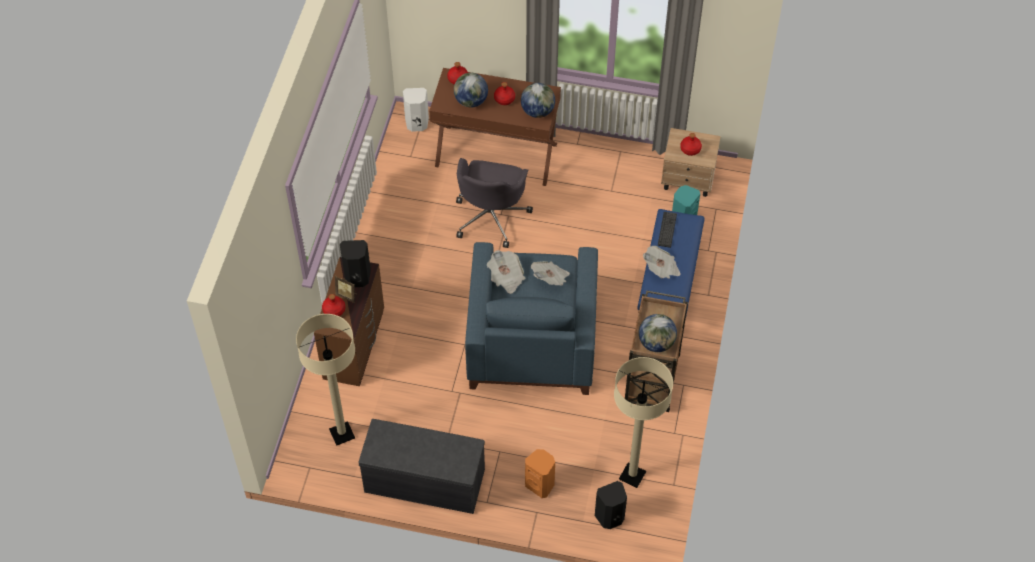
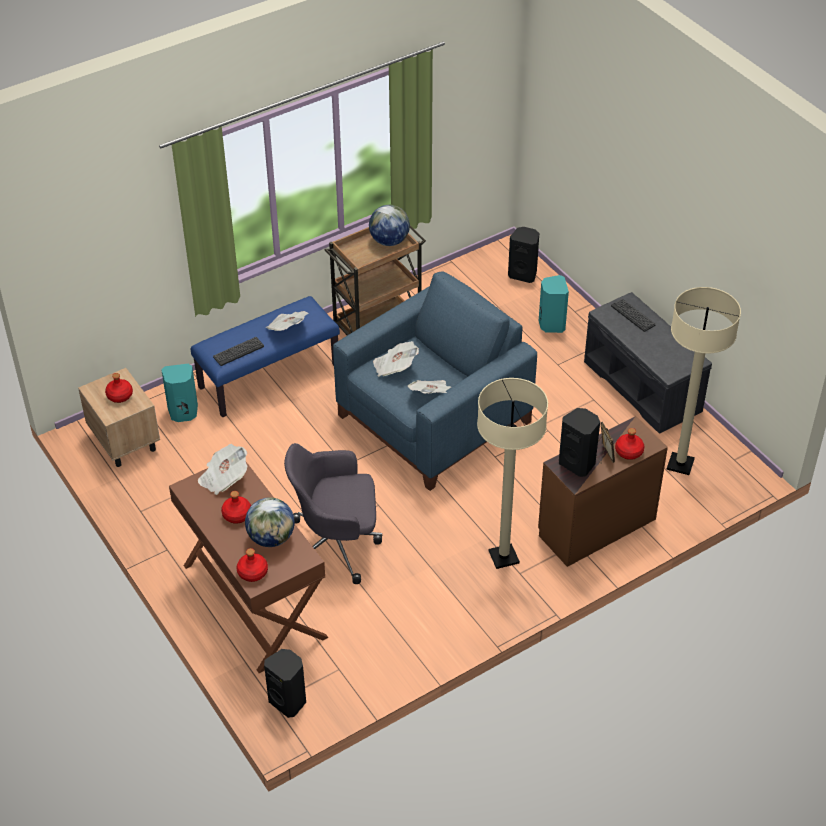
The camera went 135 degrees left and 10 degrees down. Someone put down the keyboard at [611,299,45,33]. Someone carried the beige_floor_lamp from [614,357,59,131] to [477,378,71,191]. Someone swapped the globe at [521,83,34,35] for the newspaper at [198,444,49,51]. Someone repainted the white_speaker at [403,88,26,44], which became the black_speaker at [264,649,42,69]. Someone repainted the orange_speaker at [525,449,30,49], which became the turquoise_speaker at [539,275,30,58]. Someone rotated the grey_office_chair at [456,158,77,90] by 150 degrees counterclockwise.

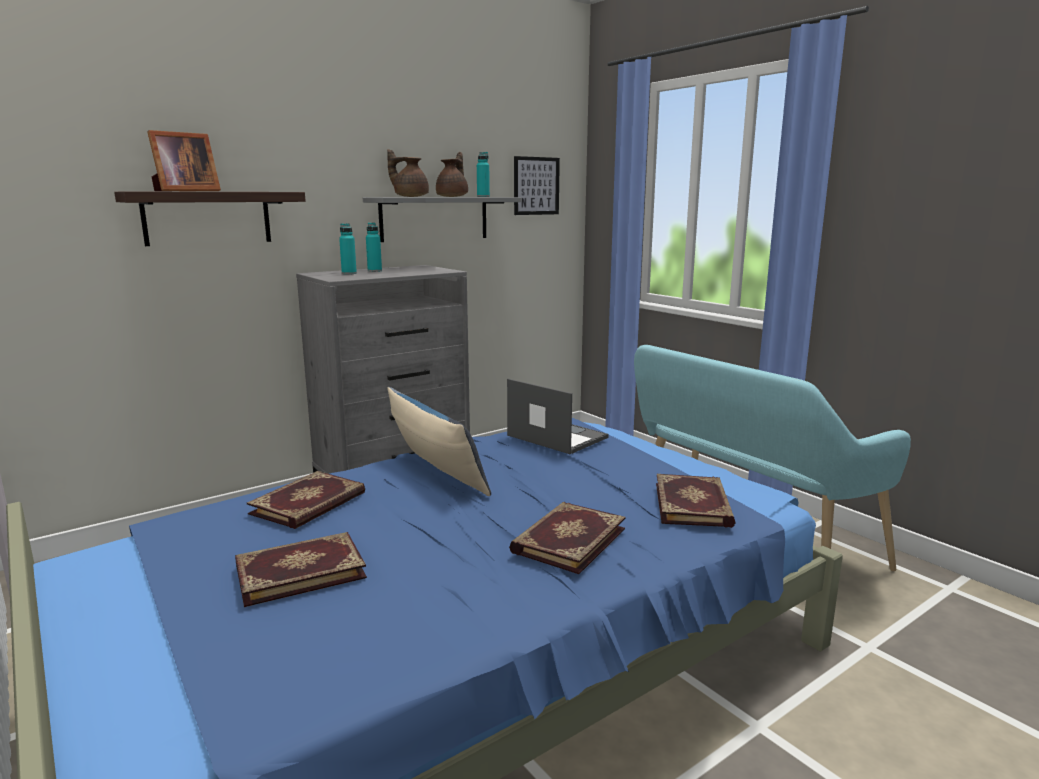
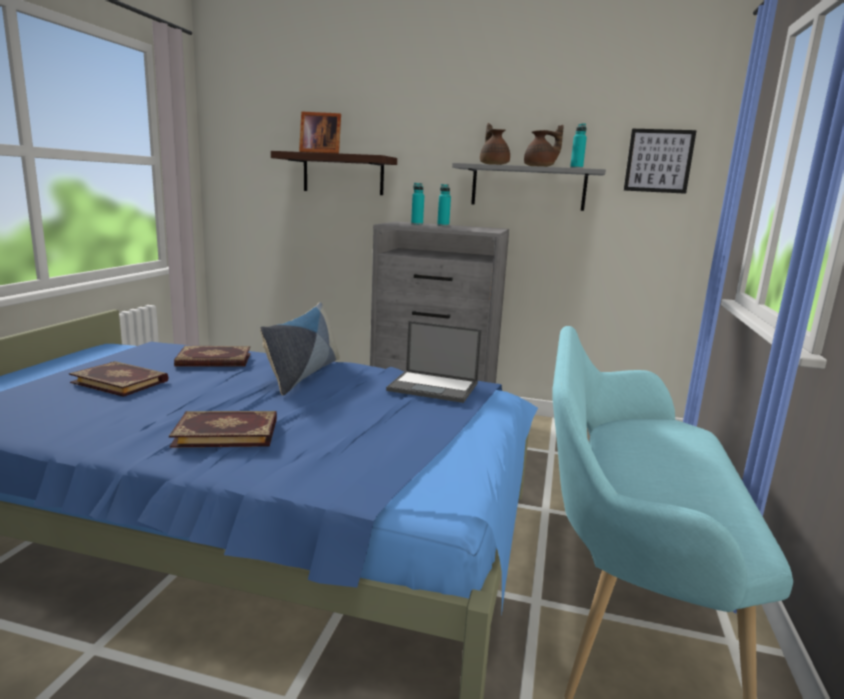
The camera went 50 degrees right and 0 degrees up. Someone took away the book at [656,474,80,54]. Someone rotated the laptop at [507,379,101,75] by 105 degrees clockwise.

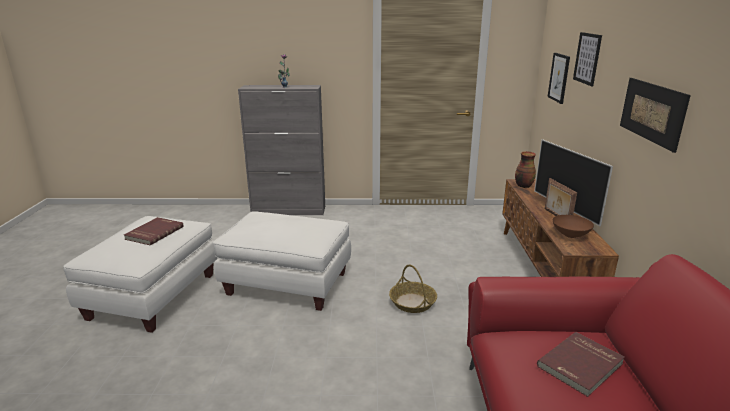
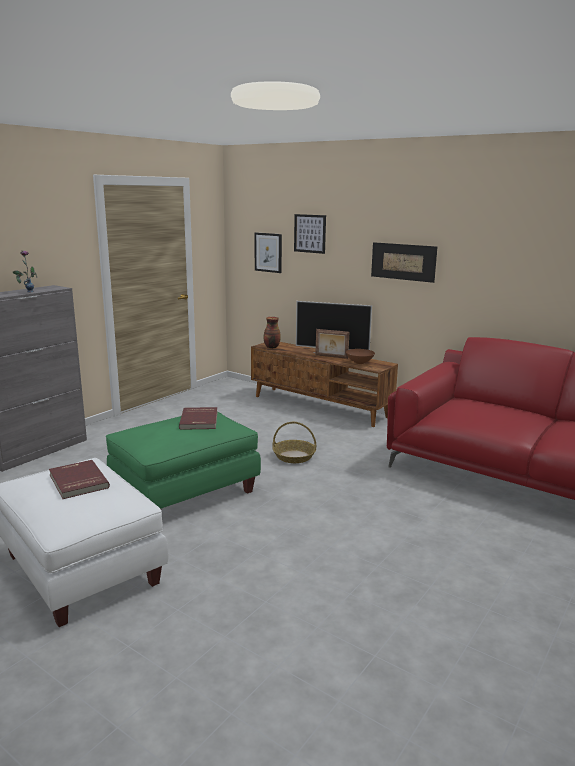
The camera went 55 degrees left and 5 degrees down. Someone carried the red_book from [537,332,88,65] to [179,407,39,23]. Someone repainted the white_ottoman at [213,211,138,100], which became the green_ottoman at [106,411,155,98].

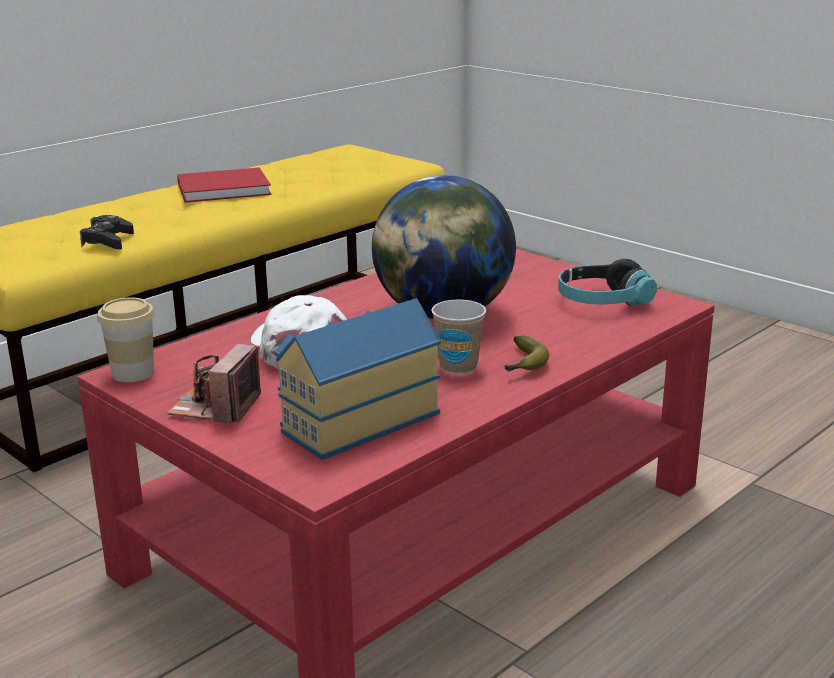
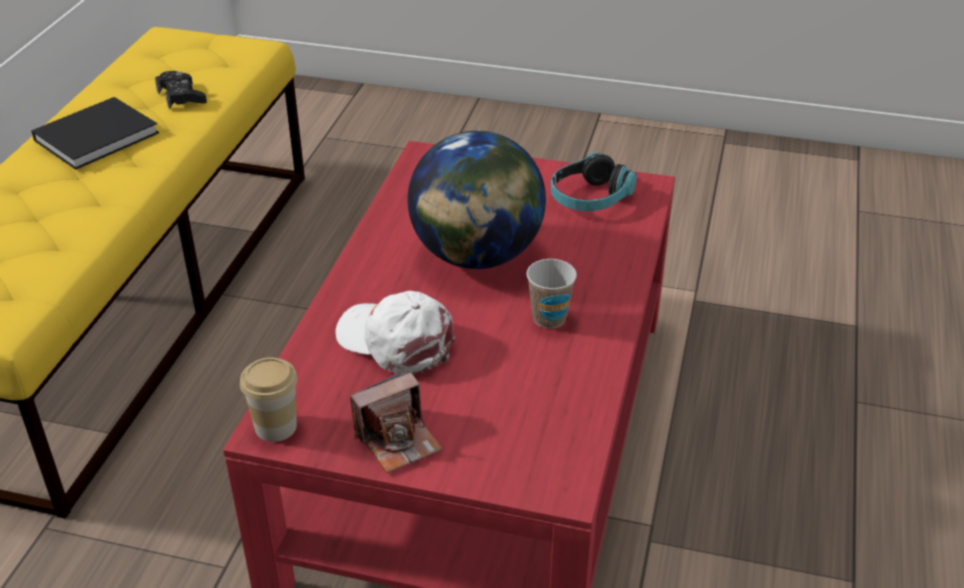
The camera went 30 degrees left and 15 degrees up. Someone took away the toy_house at [275,298,166,162]. Someone took away the banana at [505,336,44,36]. Someone carried the black_game_controller from [80,215,54,34] to [155,71,52,38]. Someone repainted the red_book at [177,167,94,36], which became the black_book at [31,97,128,73]. Someone rotated the photo_camera at [167,344,94,79] by 105 degrees counterclockwise.

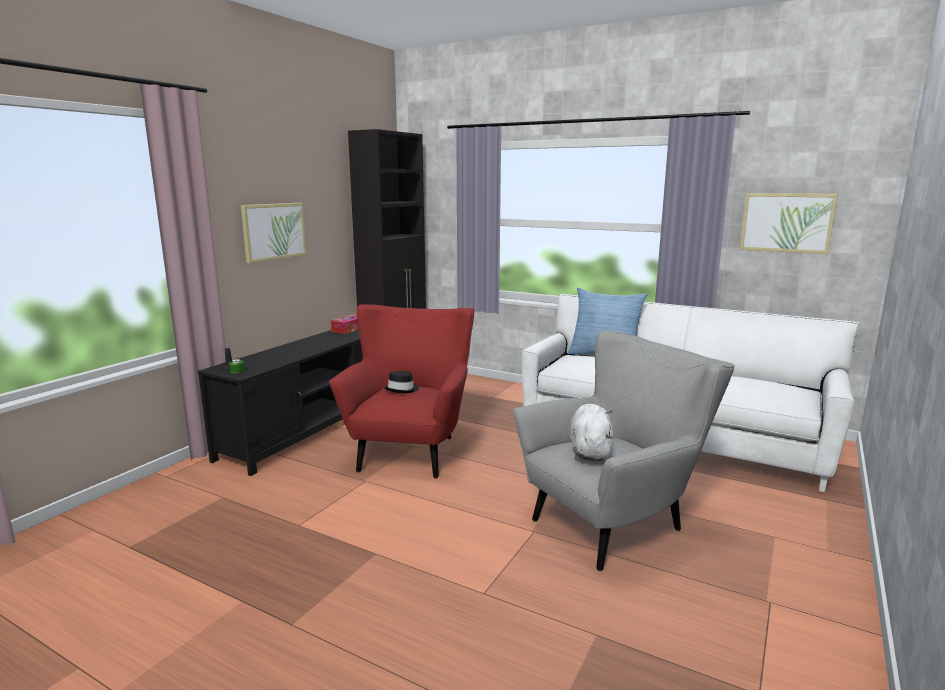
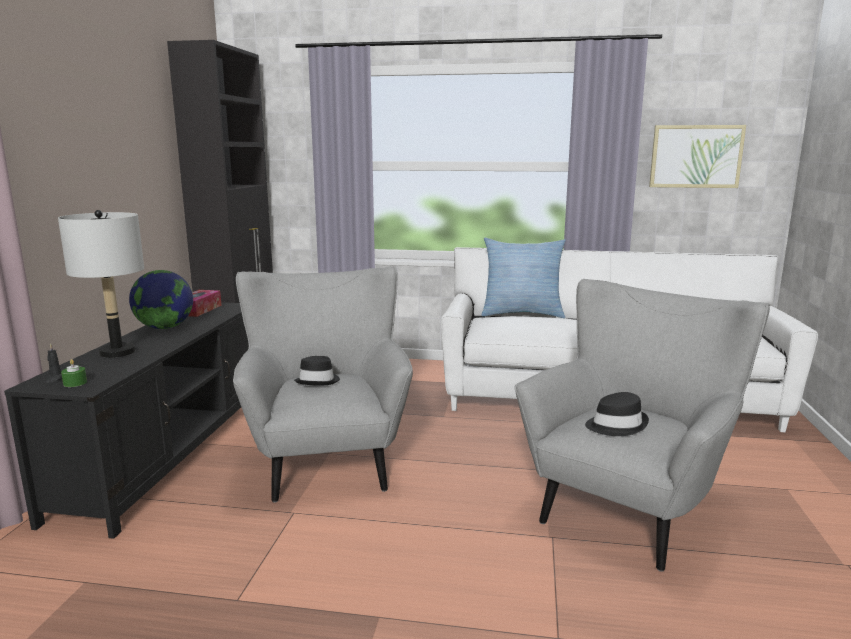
The camera went 20 degrees left and 0 degrees up. Someone took away the picture at [241,203,65,60]. Someone put down the grey_table_lamp at [58,210,86,148]. Someone put down the globe at [129,270,64,59]. Someone swapped the white_plush_toy at [569,404,44,57] for the black_hat at [585,392,64,44]. Someone repainted the red_armchair at [329,304,145,175], which became the grey_armchair at [233,266,180,237].

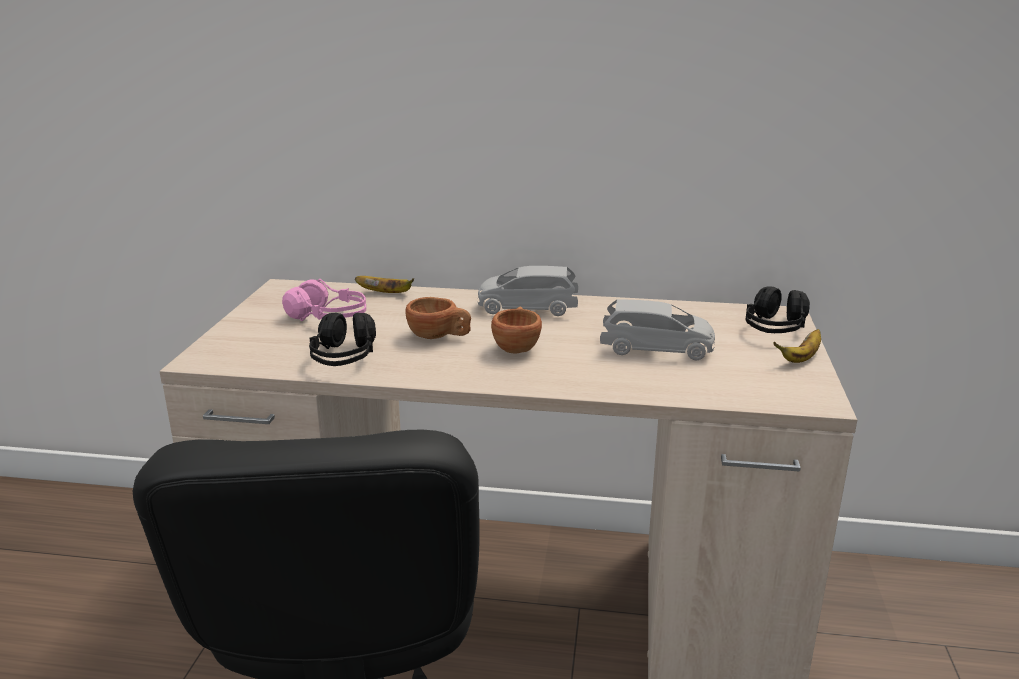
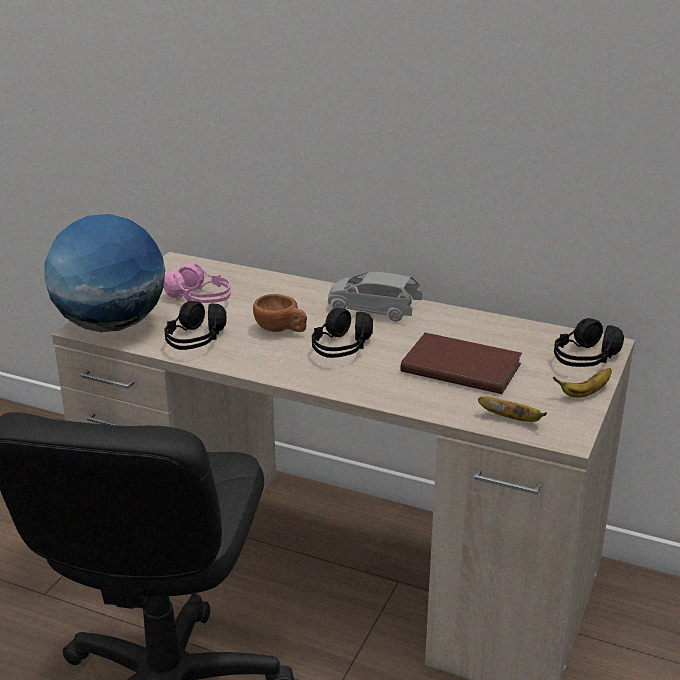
The camera went 15 degrees right and 5 degrees up. Someone put down the globe at [44,214,121,118]. Someone carried the banana from [355,276,59,17] to [478,397,69,25]. Someone swapped the brown_cup at [491,307,51,46] for the black_headphones at [312,308,61,50]. Someone swapped the grey_toy_car at [600,299,115,61] for the brown_book at [401,333,121,61].

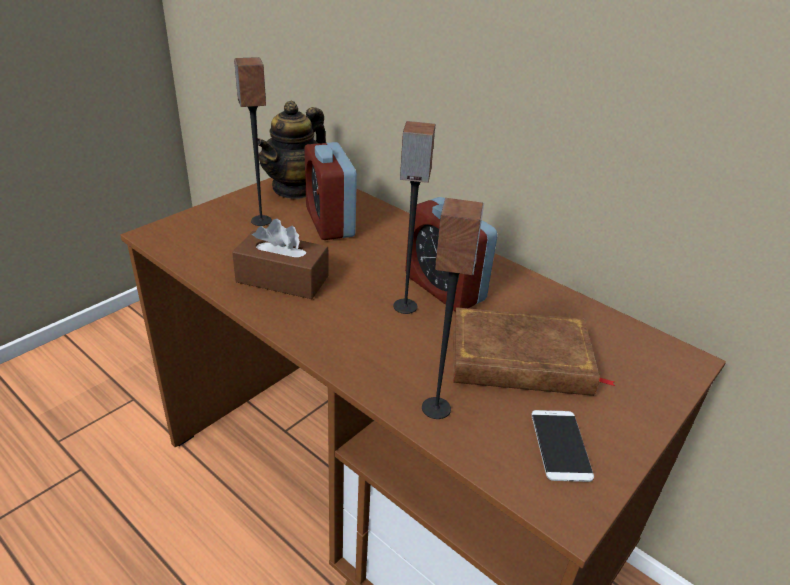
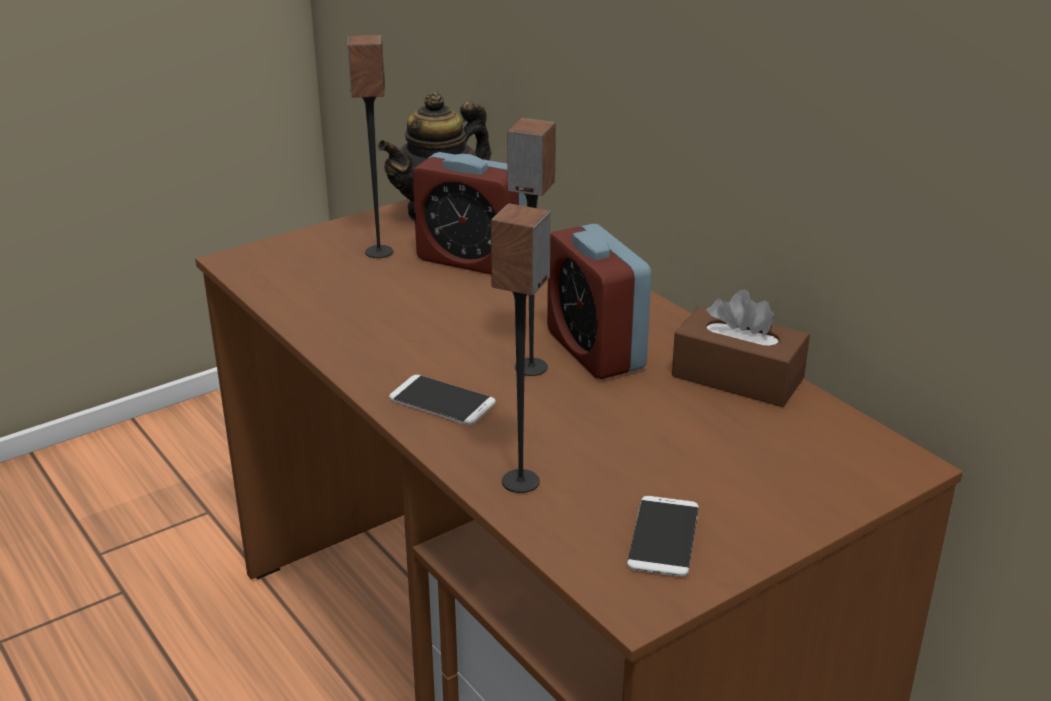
The camera went 15 degrees right and 5 degrees down. Someone took away the brown_book at [453,307,162,89]. Someone put down the phone at [389,375,107,50]. Someone carried the brown_tissue_box from [232,219,97,80] to [672,289,138,118]. Someone rotated the alarm_clock at [304,142,53,98] by 60 degrees counterclockwise.

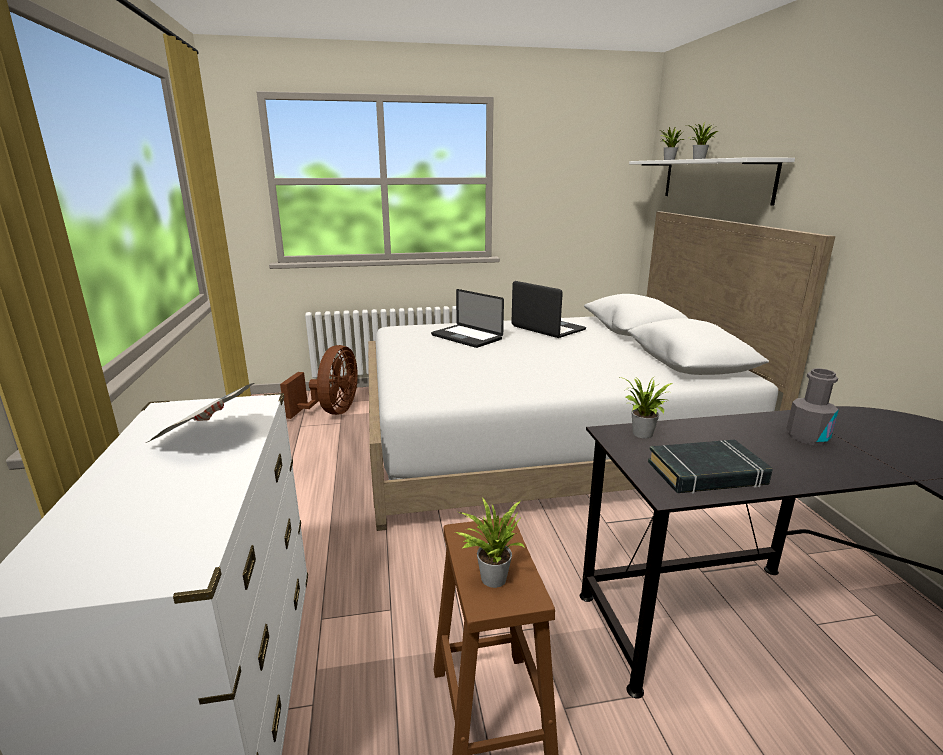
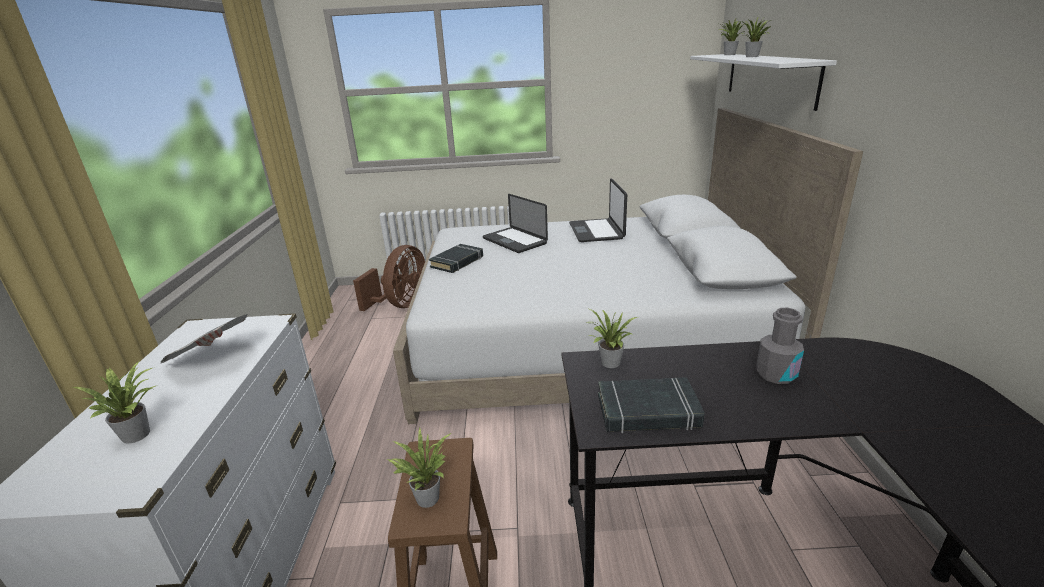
The camera went 10 degrees right and 5 degrees up. Someone put down the potted_plant at [73,361,83,82]. Someone put down the black_book at [429,244,54,29]. Someone rotated the laptop at [511,281,75,57] by 150 degrees counterclockwise.

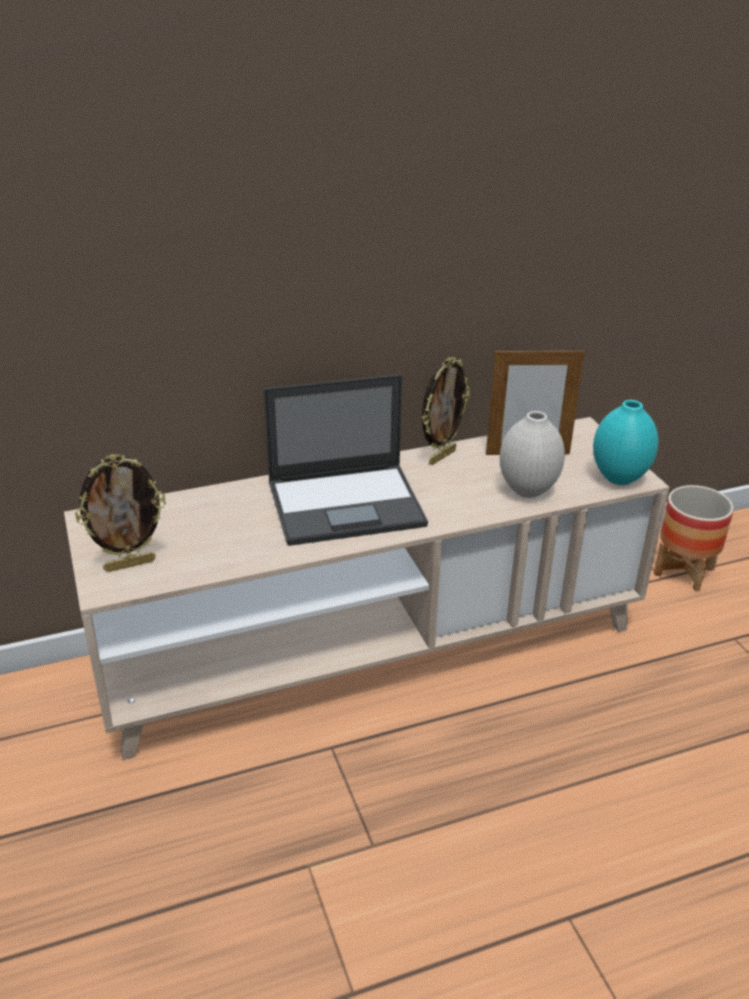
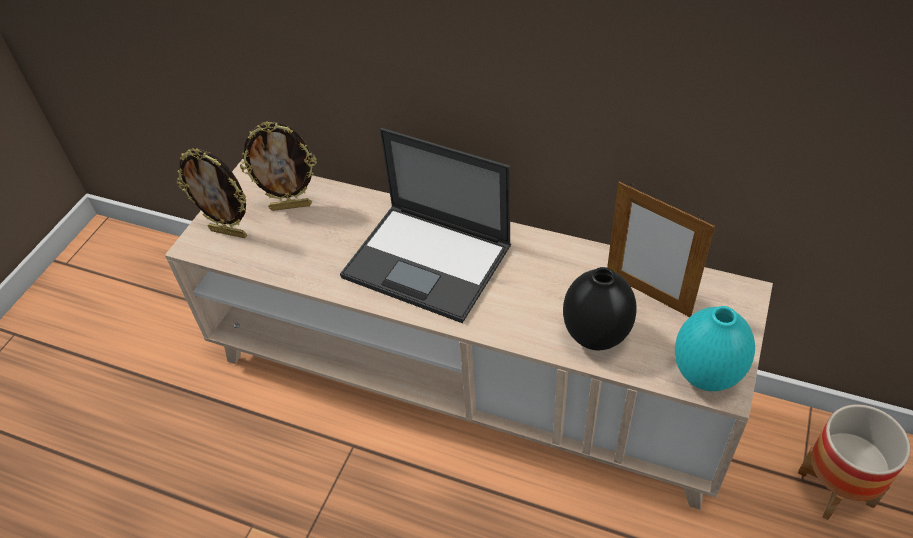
The camera went 45 degrees right and 15 degrees up. Someone carried the picture_frame from [422,357,48,108] to [240,121,77,90]. Someone repainted the white_vase at [500,411,65,87], which became the black_vase at [563,267,74,83].

